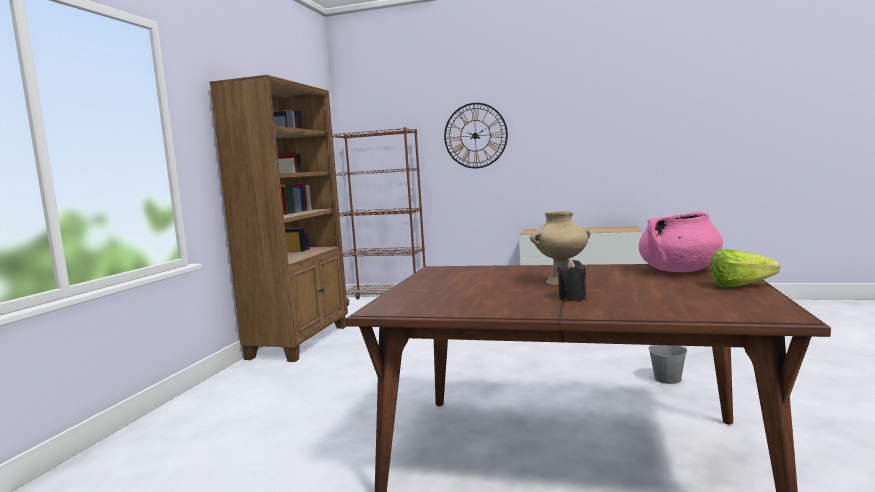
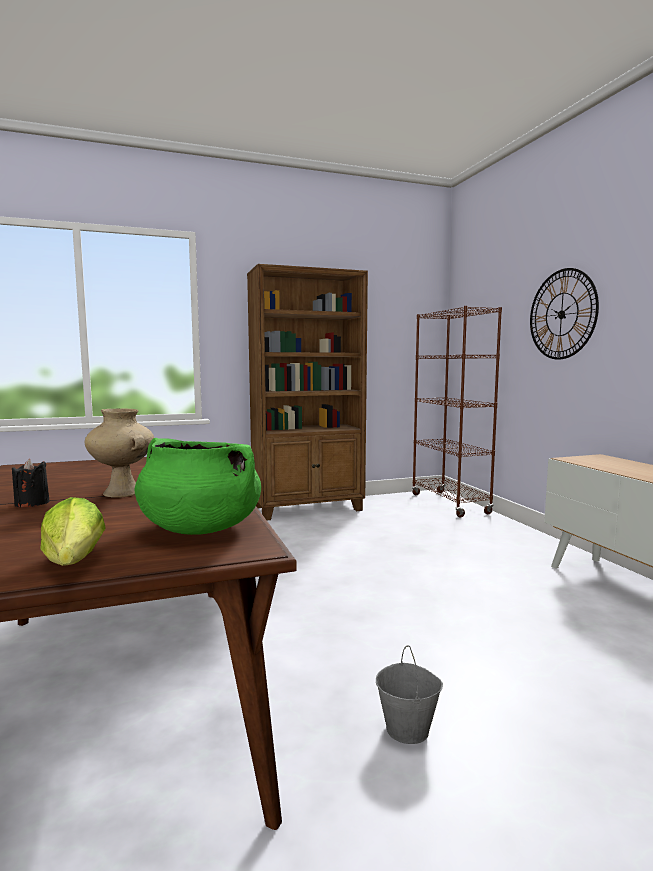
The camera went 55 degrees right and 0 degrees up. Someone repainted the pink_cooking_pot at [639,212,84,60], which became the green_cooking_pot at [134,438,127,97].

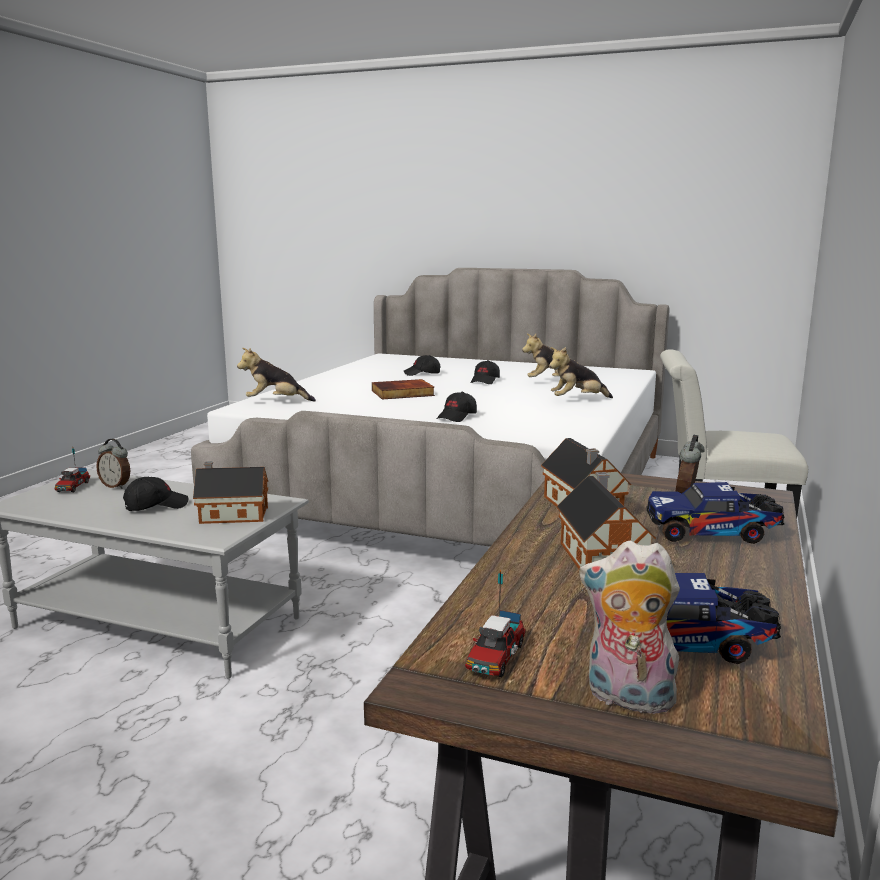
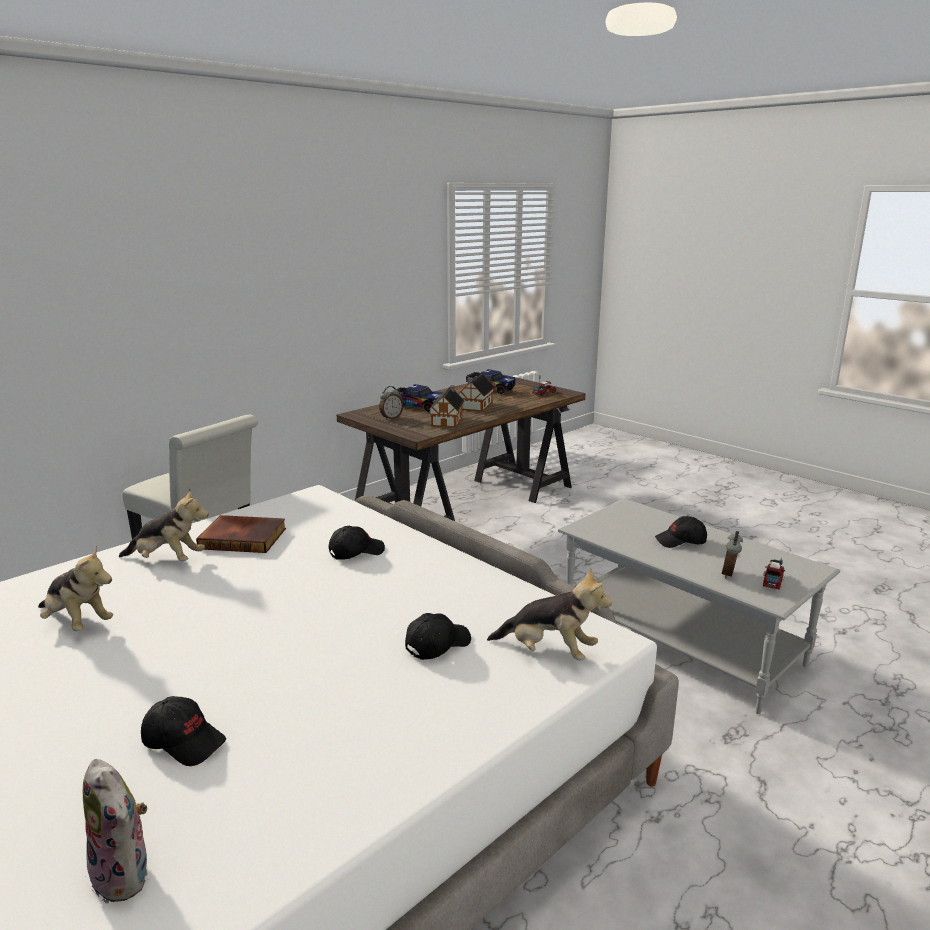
The camera went 155 degrees left and 5 degrees up. Someone took away the toy_house at [193,461,75,63]. Someone carried the book from [372,379,63,21] to [196,515,90,38]. Someone carried the black_cap from [470,360,30,24] to [405,613,66,47]. Someone carried the plush_toy from [579,540,101,174] to [83,759,64,145]. Someone rotated the alarm_clock at [96,439,34,50] by 120 degrees counterclockwise.

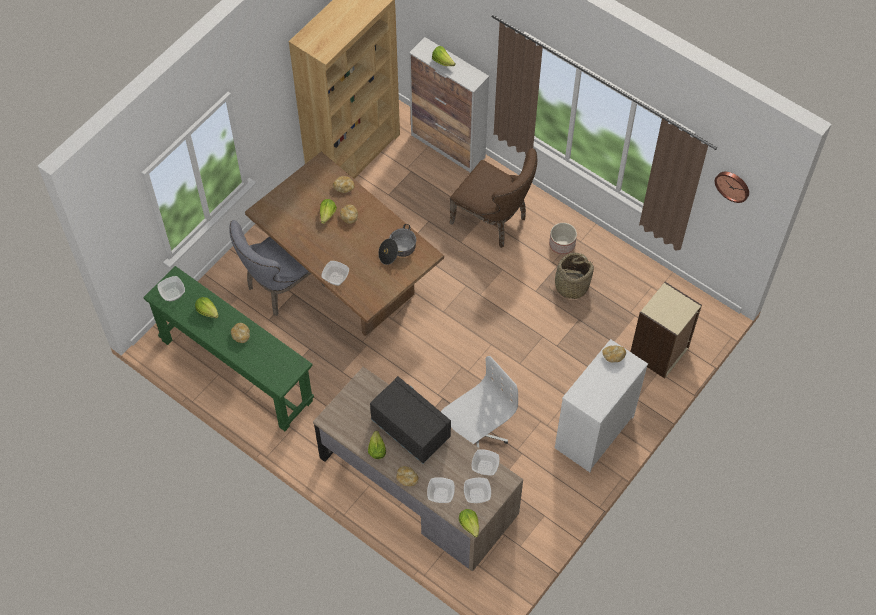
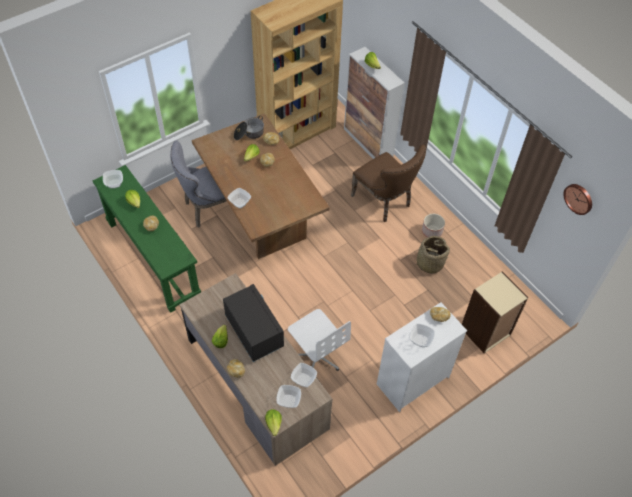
The camera went 15 degrees right and 5 degrees down. Someone carried the cooking_pot from [378,224,38,41] to [234,116,30,24]. Someone carried the bowl from [427,477,28,26] to [410,324,25,23]. Someone rotated the white_office_chair at [441,356,77,92] by 75 degrees clockwise.

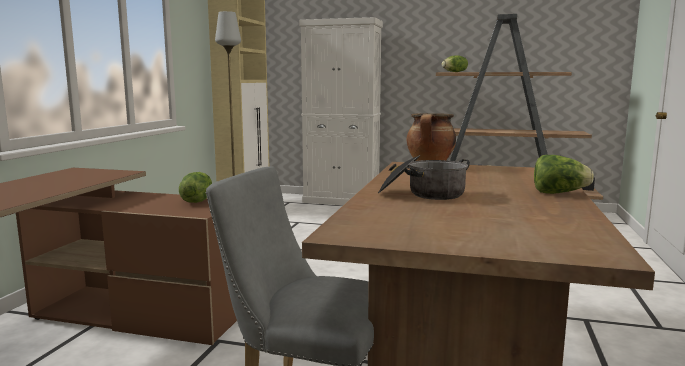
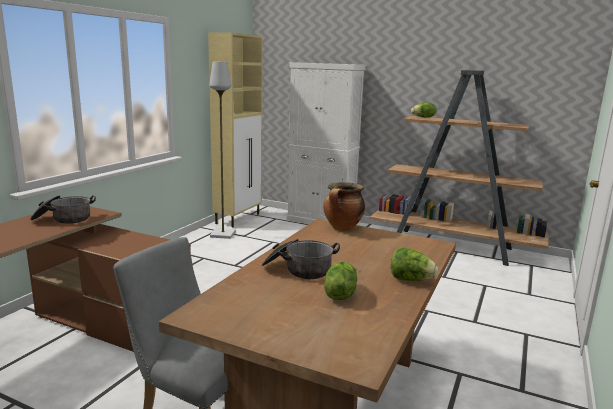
The camera went 10 degrees right and 5 degrees up. Someone put down the cooking_pot at [30,195,66,29]. Someone carried the lettuce from [179,172,33,31] to [324,262,33,39].

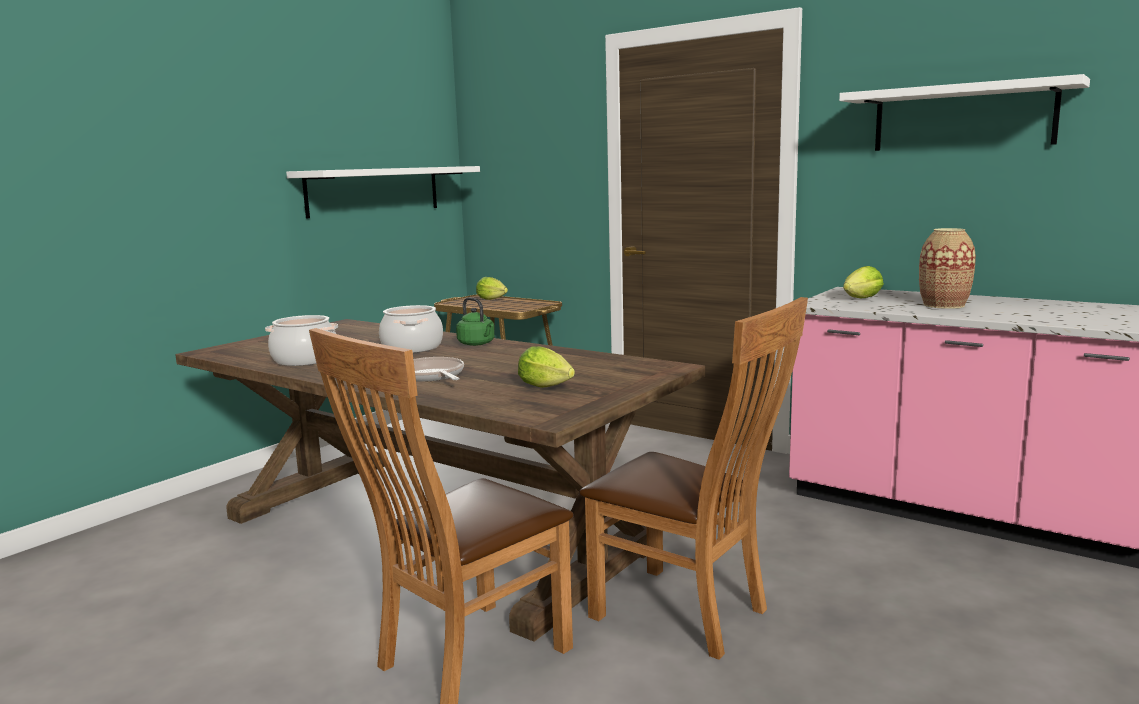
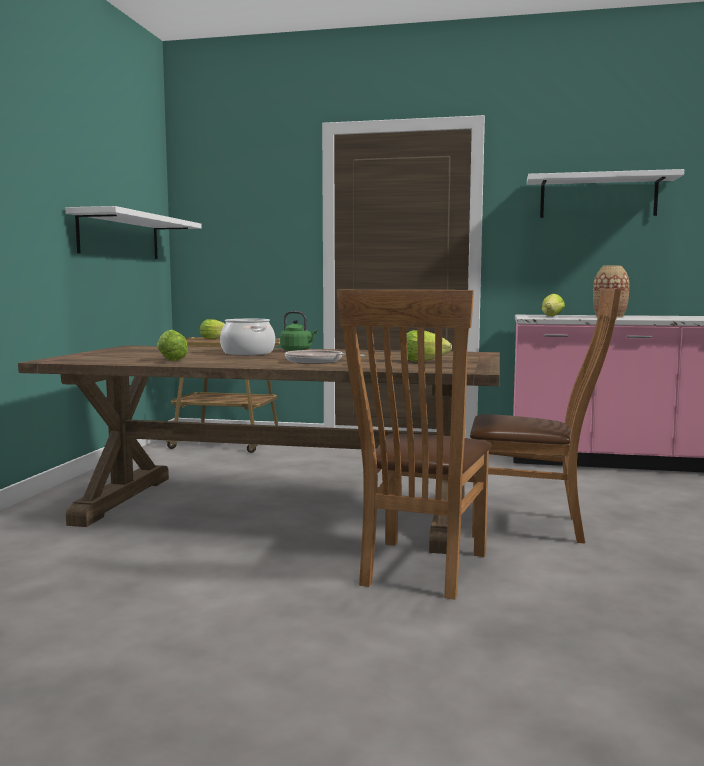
The camera went 25 degrees left and 5 degrees down. Someone swapped the cooking_pot at [265,315,73,51] for the lettuce at [157,330,31,31].

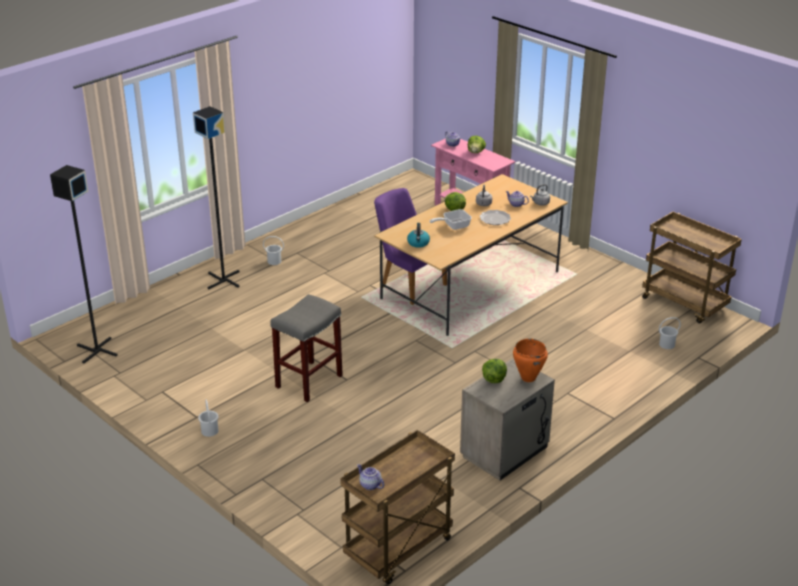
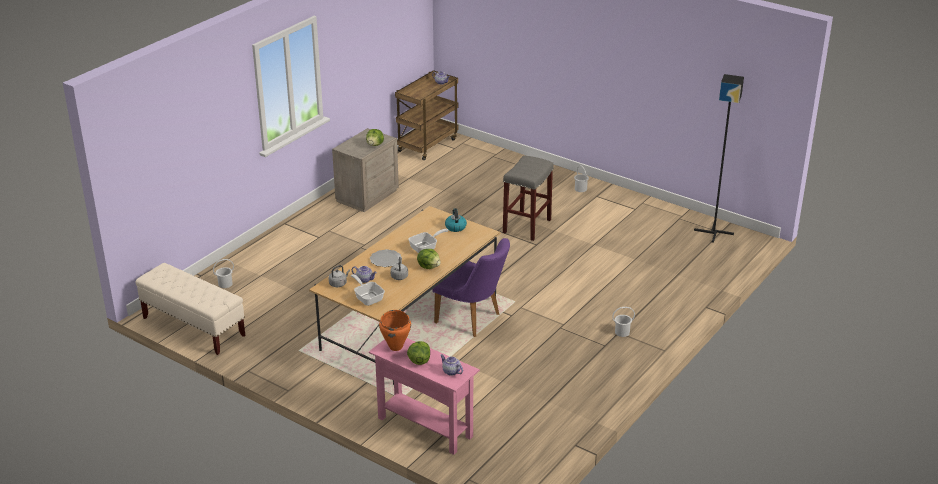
The camera went 170 degrees right and 0 degrees up. Someone took away the black_floor_lamp at [193,106,47,183]. Someone put down the frying_pan at [351,274,34,32]. Someone carried the orange_cooking_pot from [513,338,35,44] to [379,310,32,41]. Someone swapped the brown_cart at [642,212,100,111] for the beige_bench at [136,263,109,92].

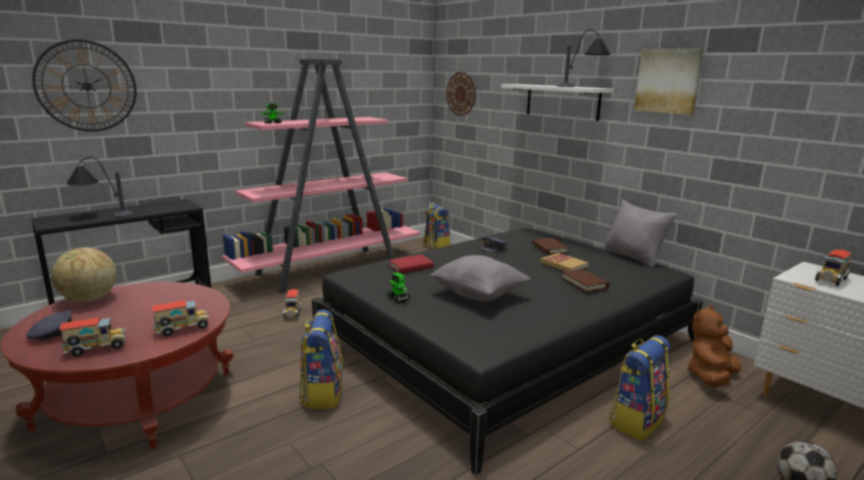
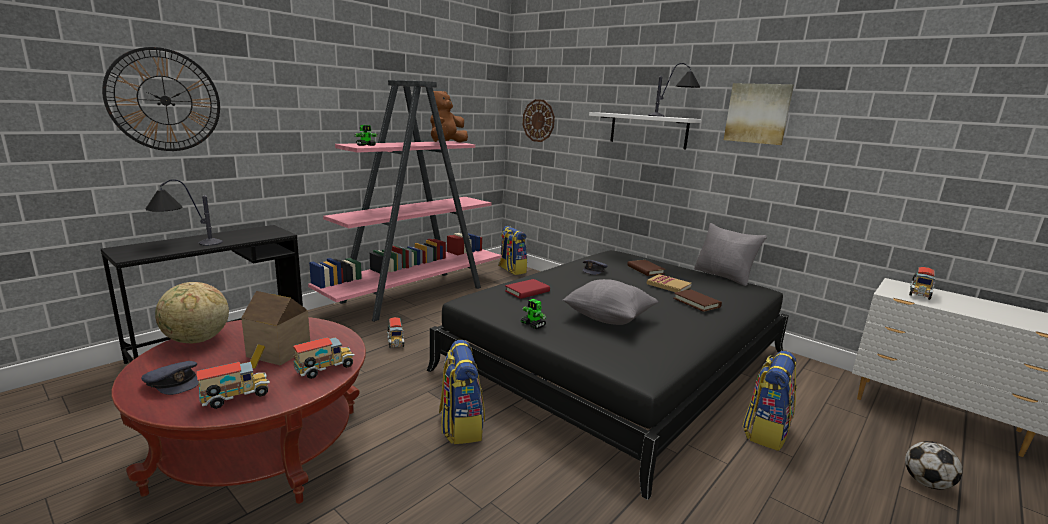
The camera went 10 degrees left and 0 degrees up. Someone put down the toy_house at [241,291,69,78]. Someone carried the brown_plush_toy from [687,305,54,82] to [430,91,38,52]. Someone rotated the grey_cap at [26,310,46,31] by 75 degrees clockwise.

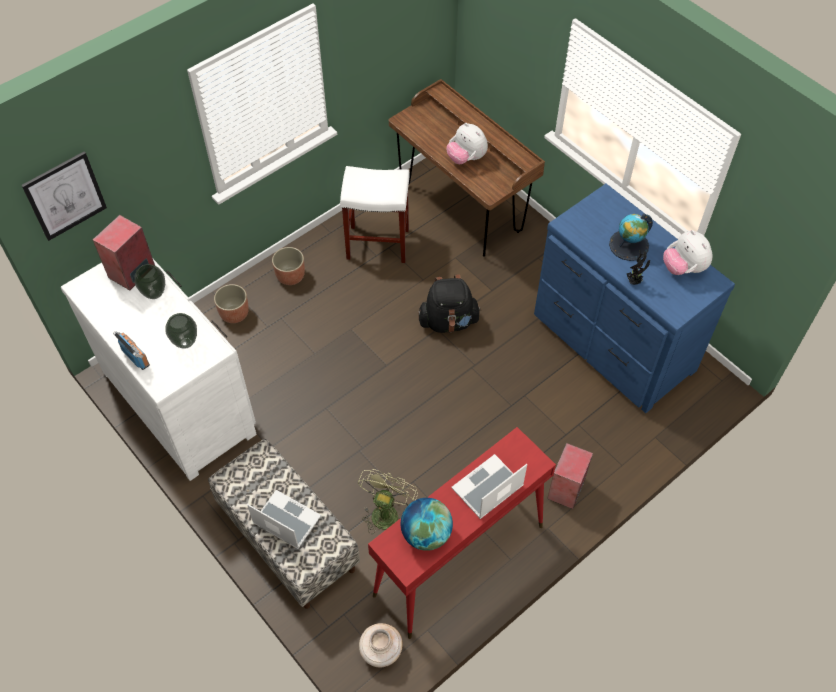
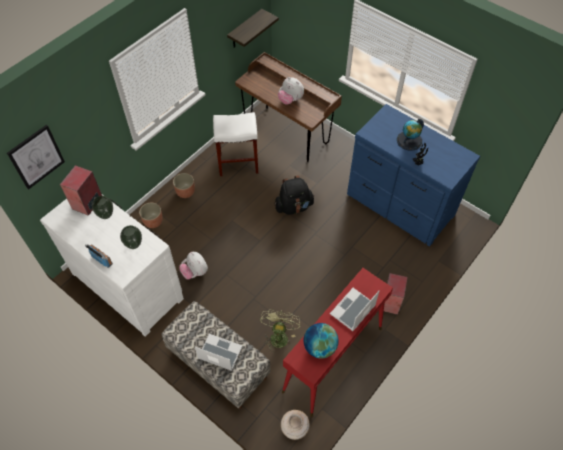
The camera went 10 degrees left and 0 degrees up. Someone put up the shelf at [227,9,52,39]. Someone carried the plush_toy from [663,230,49,45] to [179,252,29,28].

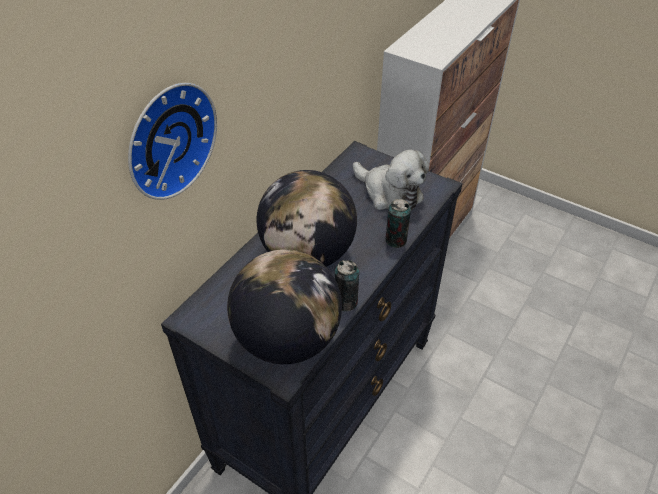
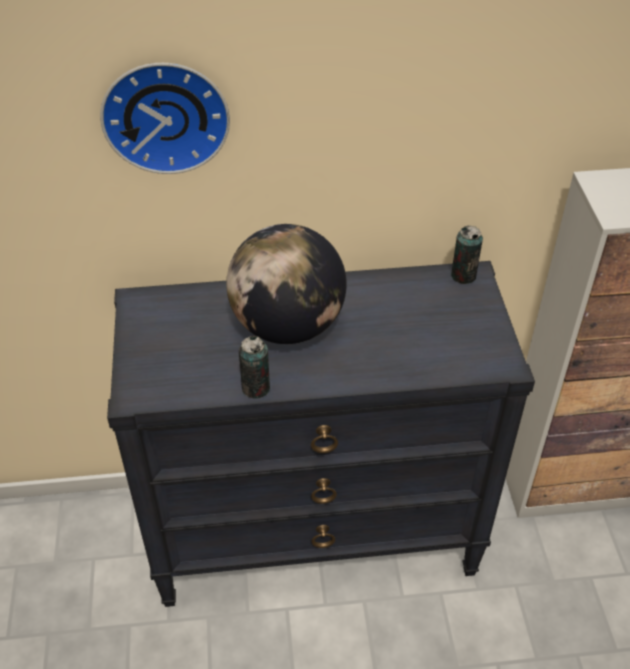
The camera went 50 degrees right and 0 degrees up. Someone took away the globe at [227,249,115,115]. Someone took away the plush_toy at [353,150,76,60]. Someone carried the can from [386,199,25,49] to [451,226,32,58].

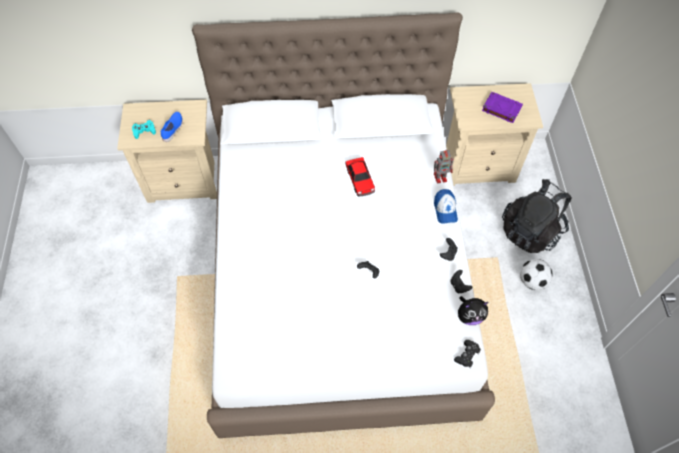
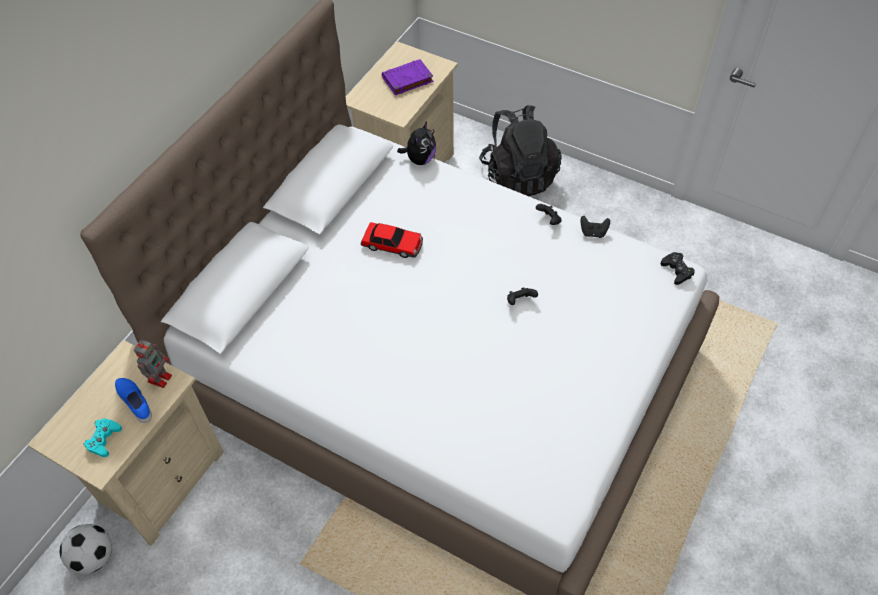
The camera went 55 degrees left and 5 degrees down. Someone took away the cap at [434,189,24,35]. Someone carried the toy_robot from [434,150,20,34] to [134,340,38,48]. Someone carried the plush_toy from [458,296,30,29] to [397,121,39,44]. Someone carried the football from [520,259,33,31] to [60,524,52,50].

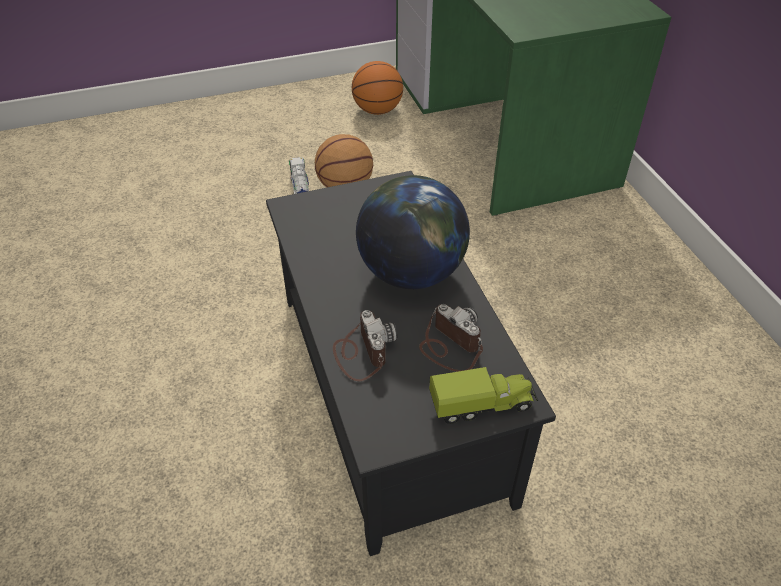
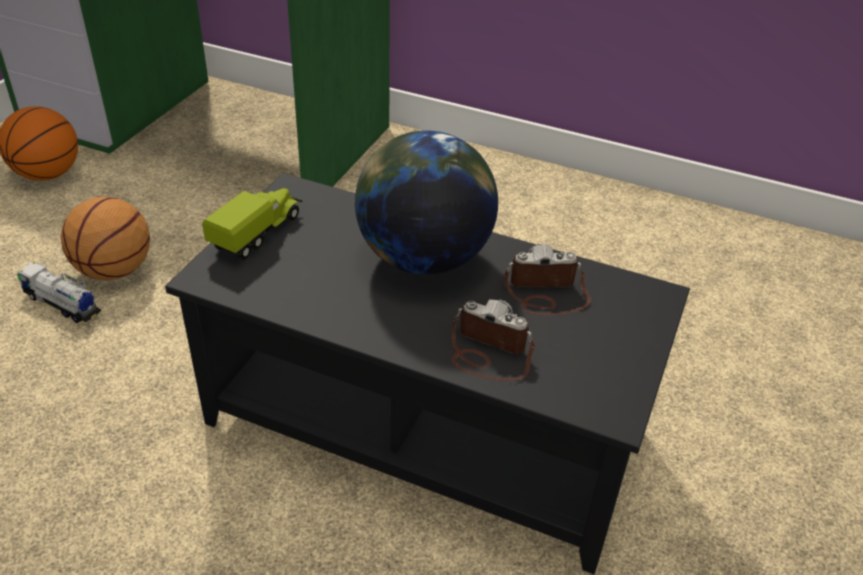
The camera went 50 degrees left and 5 degrees down. Someone carried the toy_truck from [429,367,110,57] to [202,188,100,72].

